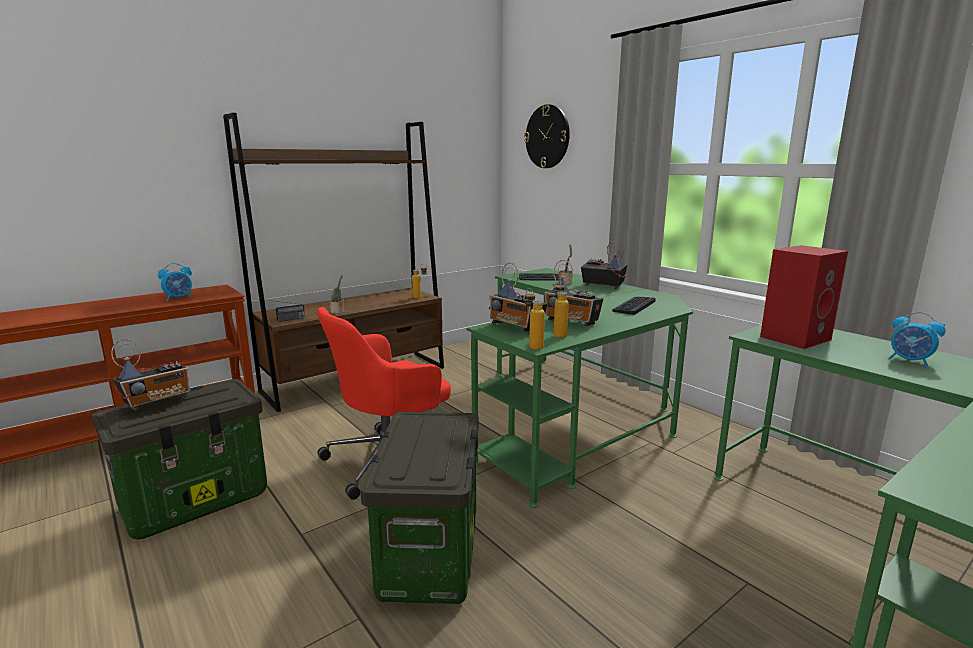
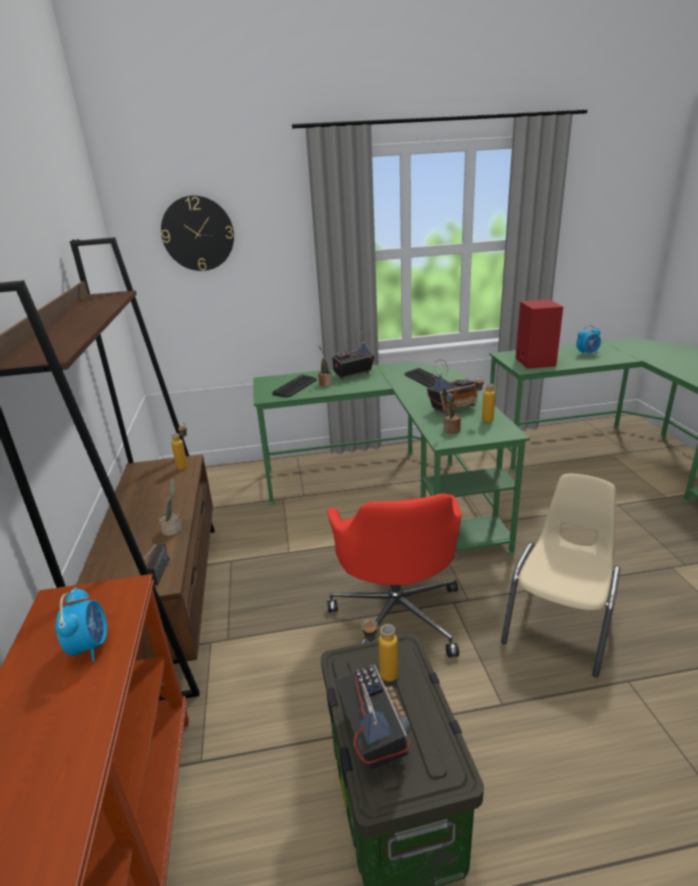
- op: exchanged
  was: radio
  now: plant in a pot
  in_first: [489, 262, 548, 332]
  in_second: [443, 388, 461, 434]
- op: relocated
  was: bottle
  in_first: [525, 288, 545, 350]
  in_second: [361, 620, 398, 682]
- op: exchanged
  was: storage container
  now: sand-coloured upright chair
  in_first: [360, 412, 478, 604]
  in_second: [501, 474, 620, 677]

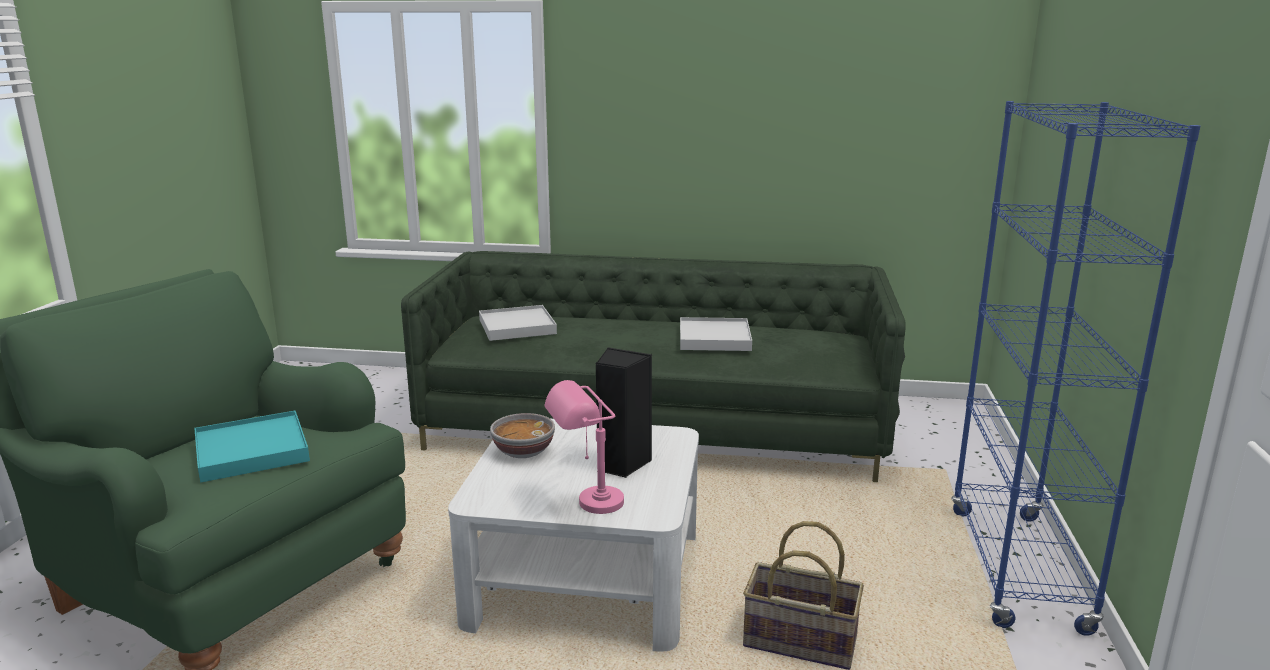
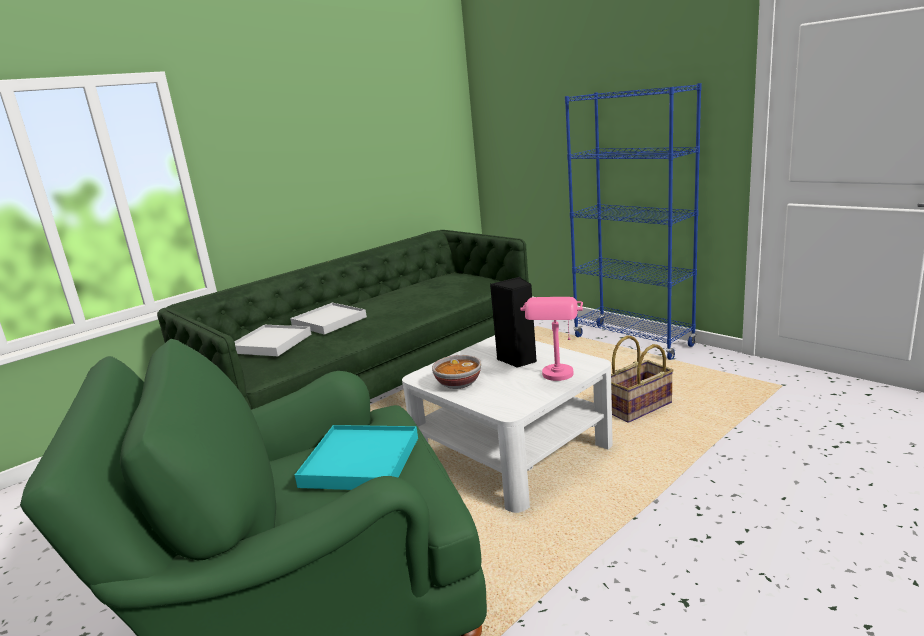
- op: relocated
  was: white-coloured tray
  in_first: [680, 317, 752, 351]
  in_second: [290, 303, 367, 335]

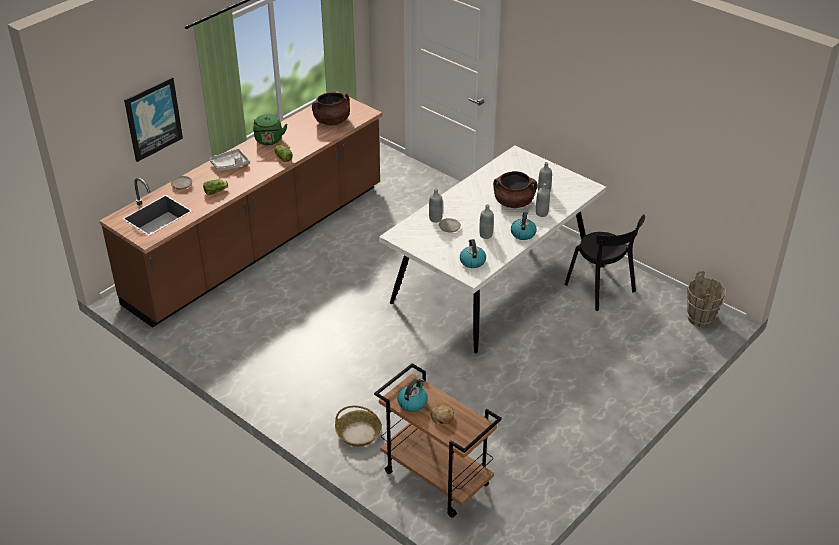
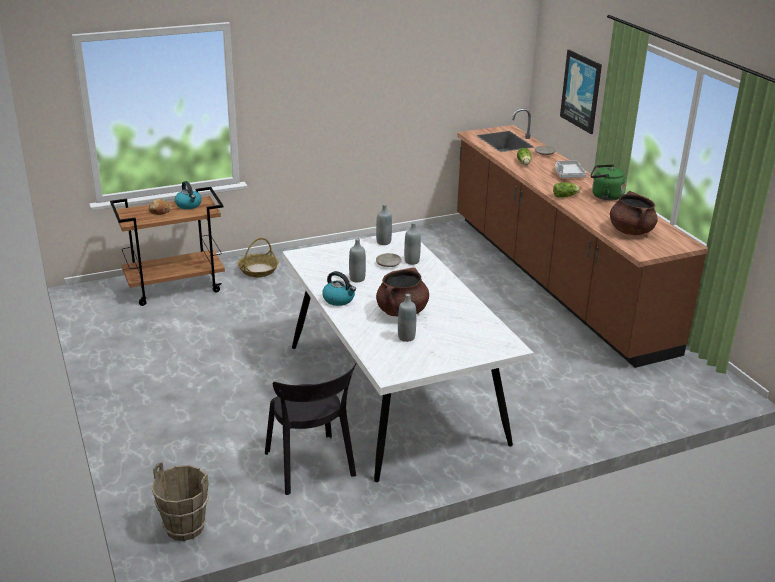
- op: relocated
  was: grey bottle
  in_first: [536, 183, 550, 217]
  in_second: [376, 204, 392, 245]
- op: spun
  was: black-coloured upright chair
  in_first: [564, 214, 645, 311]
  in_second: [265, 363, 357, 495]
  clockwise: -105
- op: missing
  was: tea kettle
  in_first: [460, 239, 486, 268]

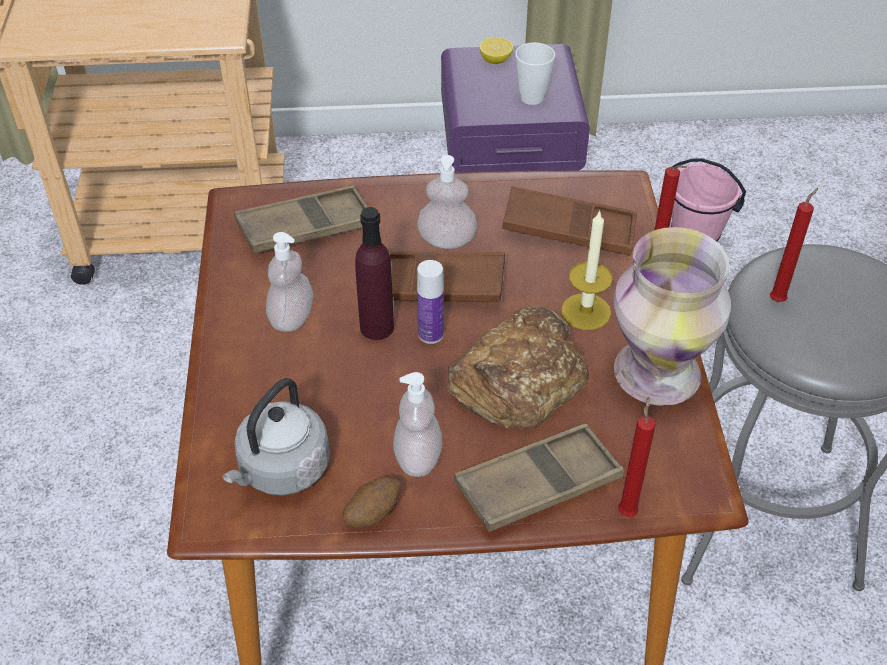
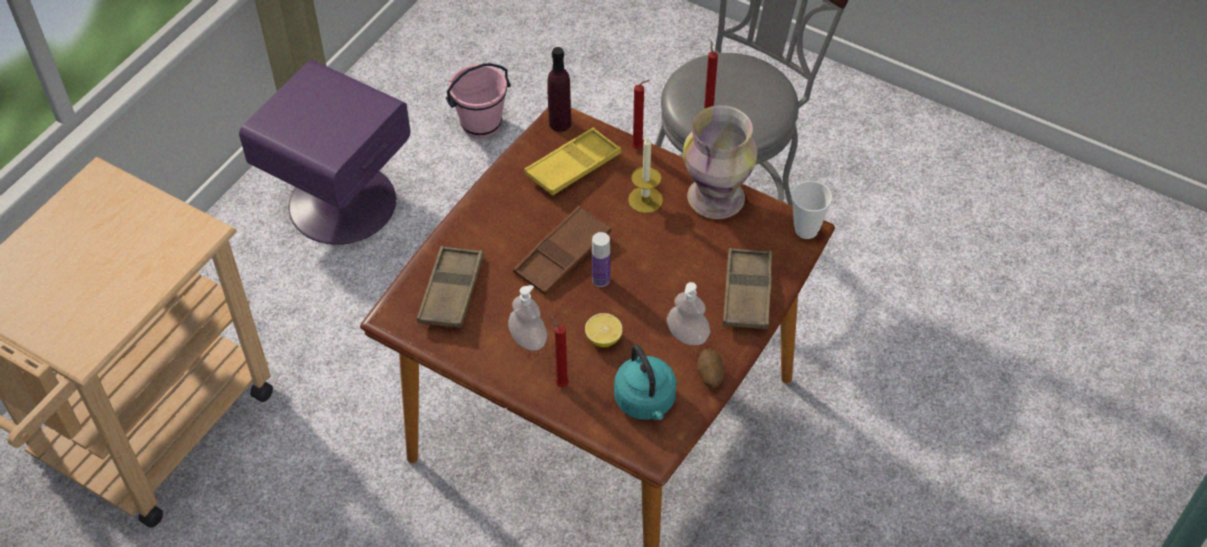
- op: relocated
  was: citrus fruit
  in_first: [479, 37, 513, 64]
  in_second: [585, 313, 622, 347]
- op: relocated
  was: drinking cup
  in_first: [515, 42, 555, 105]
  in_second: [792, 181, 832, 239]
- op: missing
  was: soap bottle
  in_first: [417, 155, 477, 249]
- op: colour
  was: brown tray
  now: yellow-coloured tray
  in_first: [502, 186, 637, 256]
  in_second: [524, 127, 621, 196]
- op: relocated
  was: purple bottle
  in_first: [355, 207, 394, 340]
  in_second: [547, 47, 571, 132]
- op: missing
  was: bread
  in_first: [448, 307, 589, 429]
- op: colour
  was: grey tea kettle
  now: blue-green tea kettle
  in_first: [222, 378, 330, 495]
  in_second: [614, 344, 676, 420]
- op: relocated
  was: red wax light
  in_first: [618, 396, 656, 517]
  in_second: [551, 316, 569, 387]

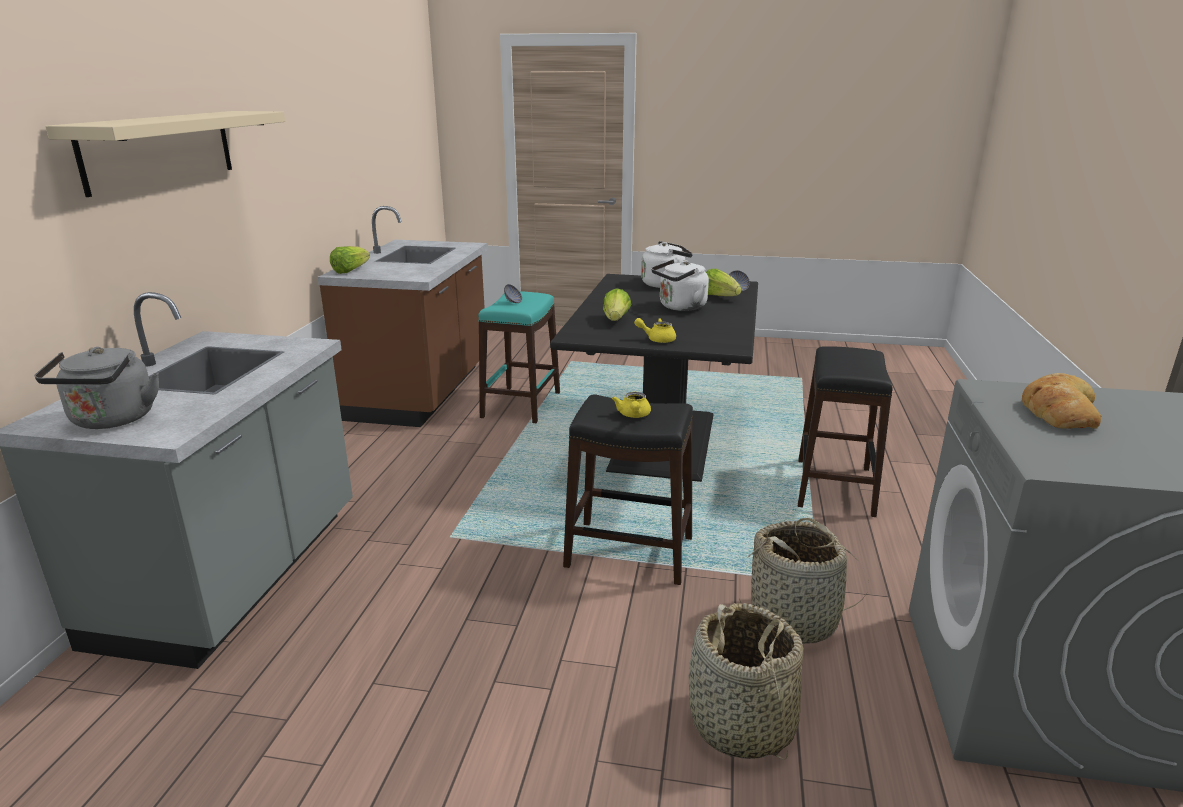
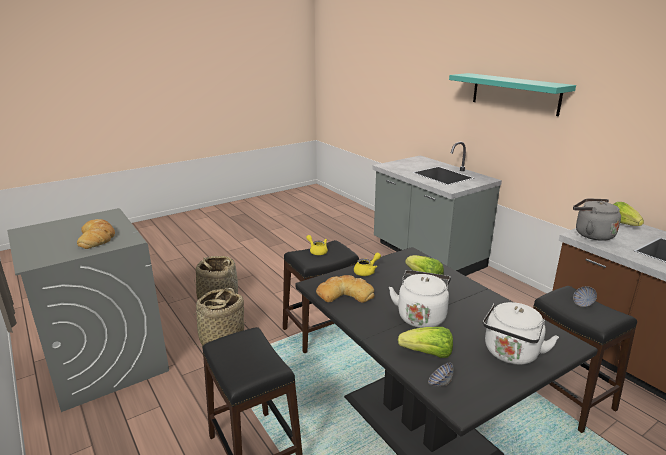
- op: colour
  was: sand-coloured shelf
  now: blue-green shelf
  in_first: [45, 111, 285, 197]
  in_second: [449, 73, 576, 116]
- op: colour
  was: blue-green sitting stool
  now: black-coloured sitting stool
  in_first: [478, 291, 560, 423]
  in_second: [533, 286, 637, 433]
- op: relocated
  was: grey tea kettle
  in_first: [34, 347, 159, 429]
  in_second: [573, 198, 621, 241]
- op: appeared
  now: bread
  in_second: [316, 275, 375, 303]

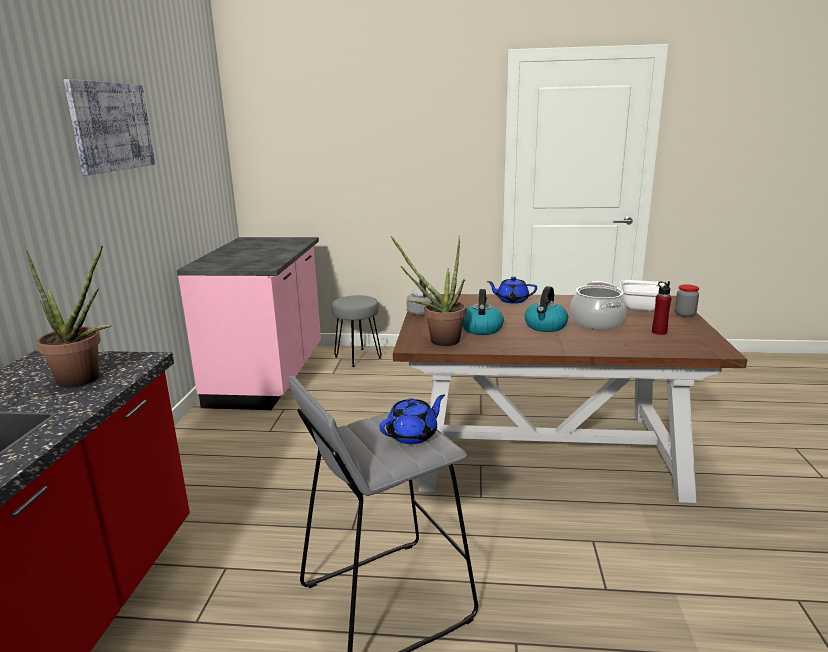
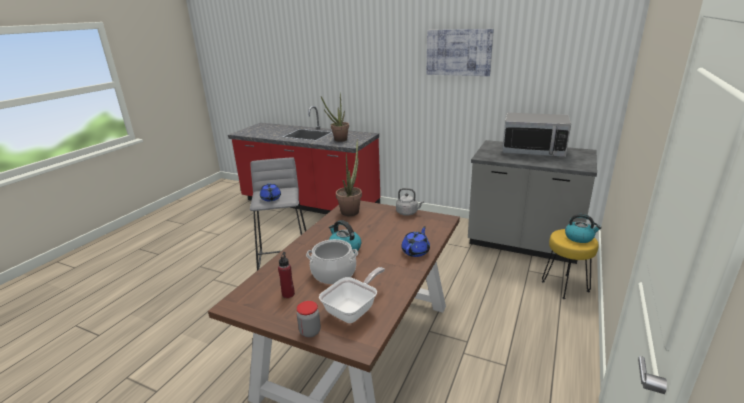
- op: colour
  was: pink-coloured kitchen base unit
  now: grey kitchen base unit
  in_first: [177, 237, 321, 410]
  in_second: [468, 140, 597, 264]
- op: relocated
  was: tea kettle
  in_first: [462, 289, 504, 335]
  in_second: [565, 214, 602, 243]
- op: colour
  was: grey sitting stool
  now: yellow-coloured sitting stool
  in_first: [332, 295, 382, 367]
  in_second: [542, 229, 599, 299]
- op: appeared
  now: microwave
  in_second: [502, 113, 571, 157]

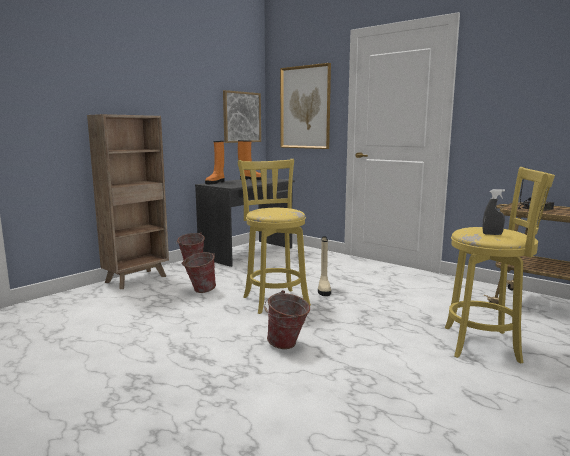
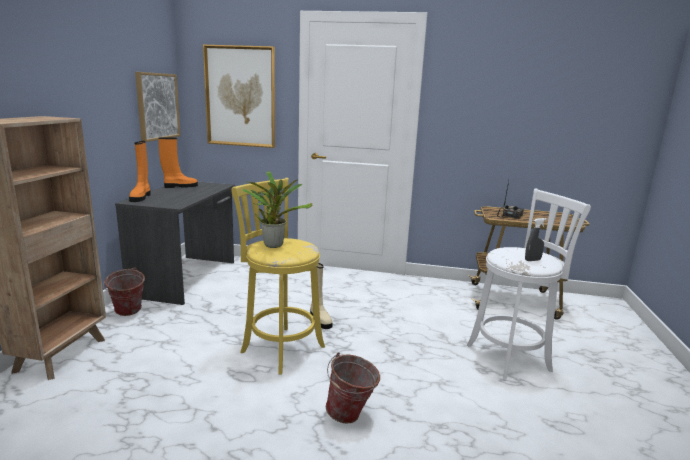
- op: colour
  was: yellow-coloured sitting stool
  now: white-coloured sitting stool
  in_first: [445, 167, 555, 364]
  in_second: [467, 188, 591, 381]
- op: missing
  was: water bucket
  in_first: [181, 252, 216, 293]
- op: appeared
  now: plant in a pot
  in_second: [242, 171, 313, 248]

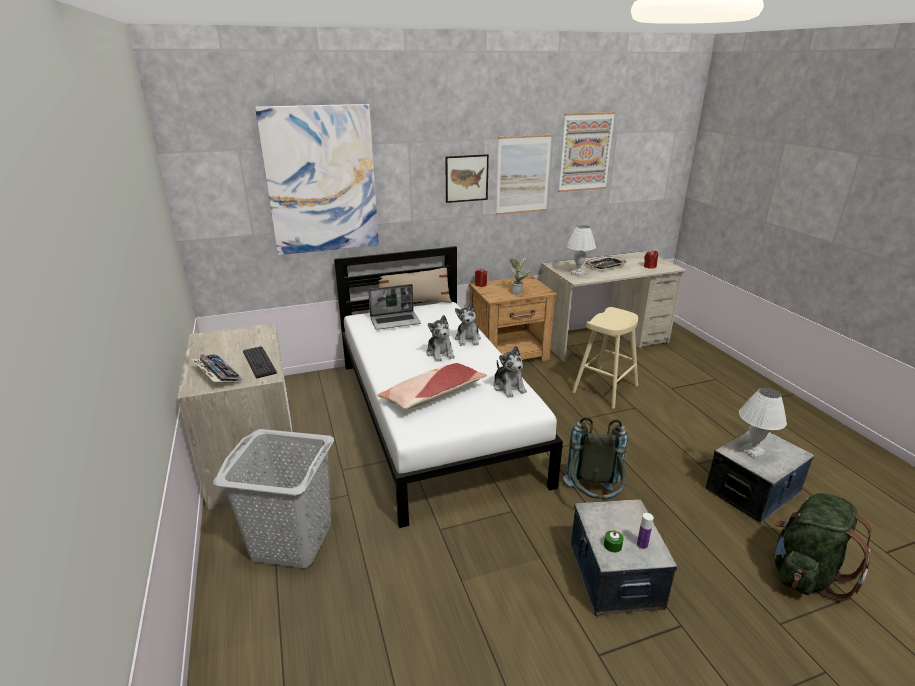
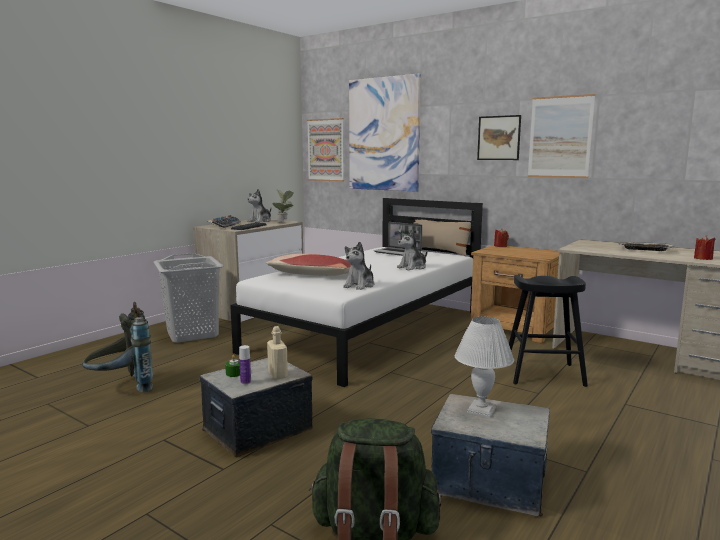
- op: relocated
  was: picture
  in_first: [558, 112, 616, 192]
  in_second: [307, 118, 344, 182]
- op: missing
  was: white-coloured tabletop lamp
  in_first: [566, 225, 596, 277]
- op: relocated
  was: plant in a pot
  in_first: [508, 258, 531, 295]
  in_second: [272, 190, 294, 223]
- op: colour
  was: sand-coloured sitting stool
  now: black-coloured sitting stool
  in_first: [572, 307, 638, 409]
  in_second: [509, 275, 588, 387]
- op: relocated
  was: cuddly toy
  in_first: [426, 315, 455, 362]
  in_second: [247, 189, 271, 223]
- op: relocated
  was: grey backpack
  in_first: [563, 417, 628, 499]
  in_second: [82, 302, 153, 392]
- op: appeared
  now: sand-coloured bottle
  in_second: [267, 326, 288, 380]

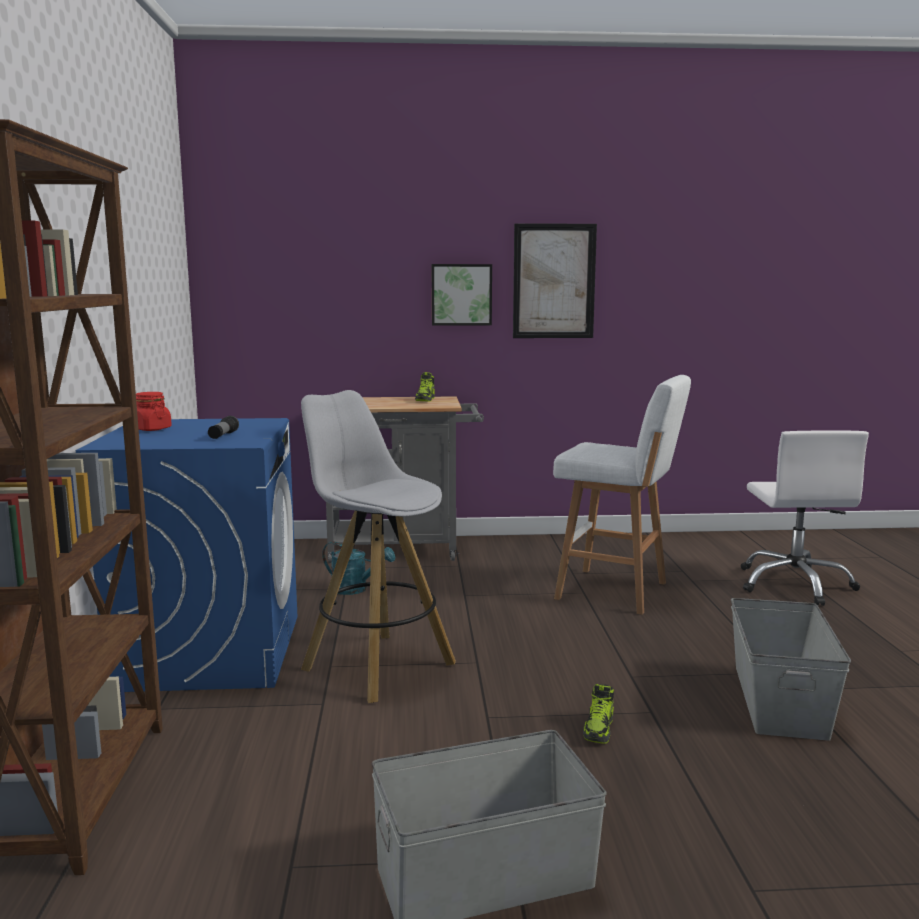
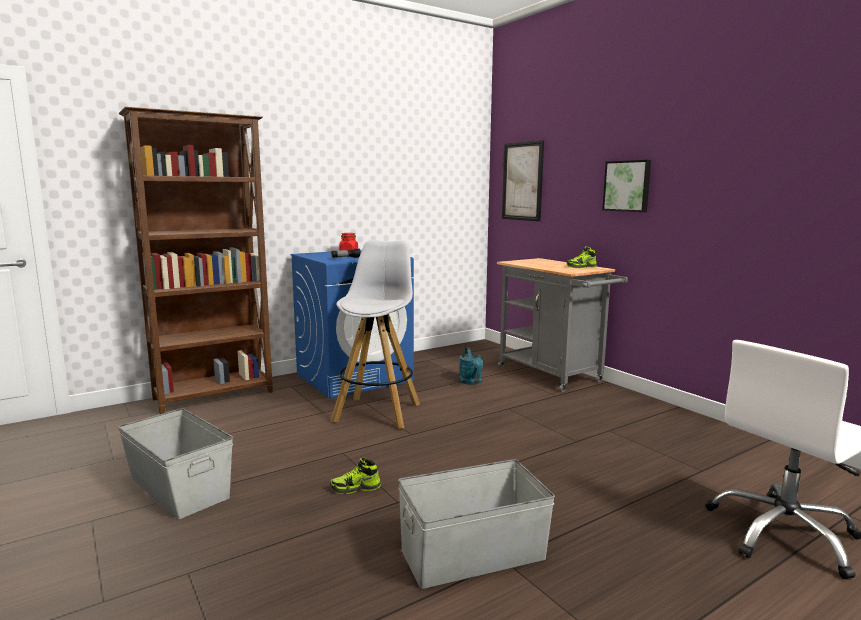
- op: relocated
  was: picture
  in_first: [513, 223, 597, 338]
  in_second: [502, 140, 544, 221]
- op: missing
  was: white-coloured sitting stool
  in_first: [553, 375, 691, 615]

